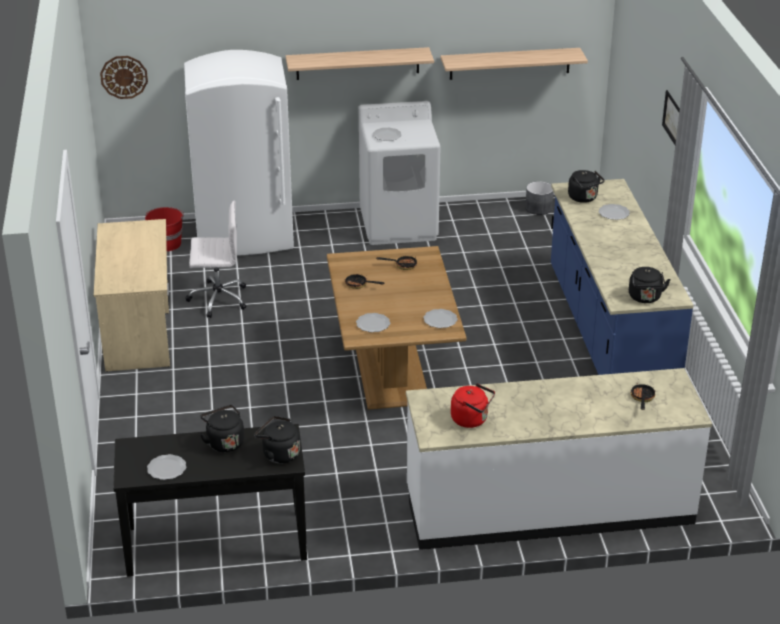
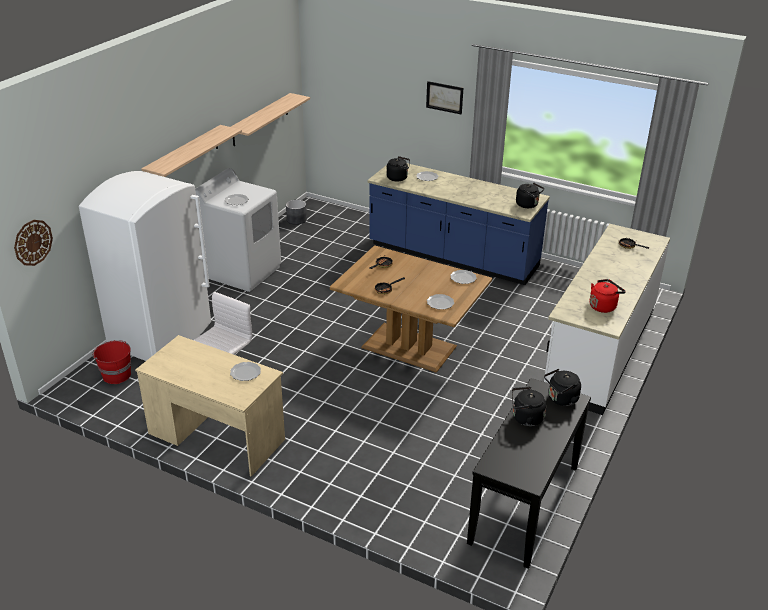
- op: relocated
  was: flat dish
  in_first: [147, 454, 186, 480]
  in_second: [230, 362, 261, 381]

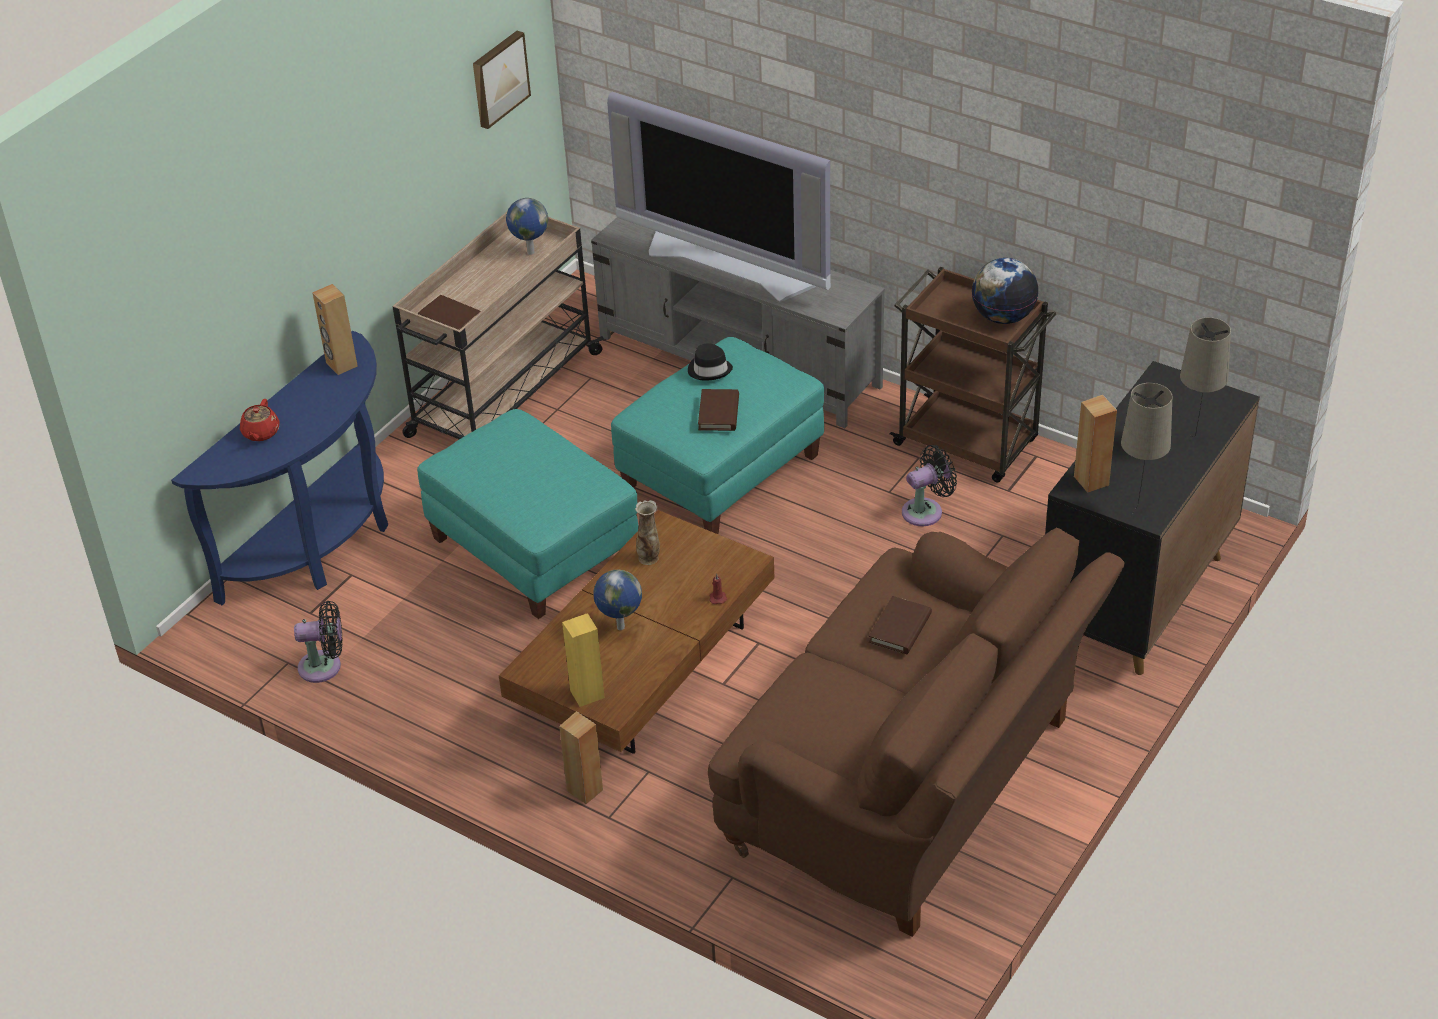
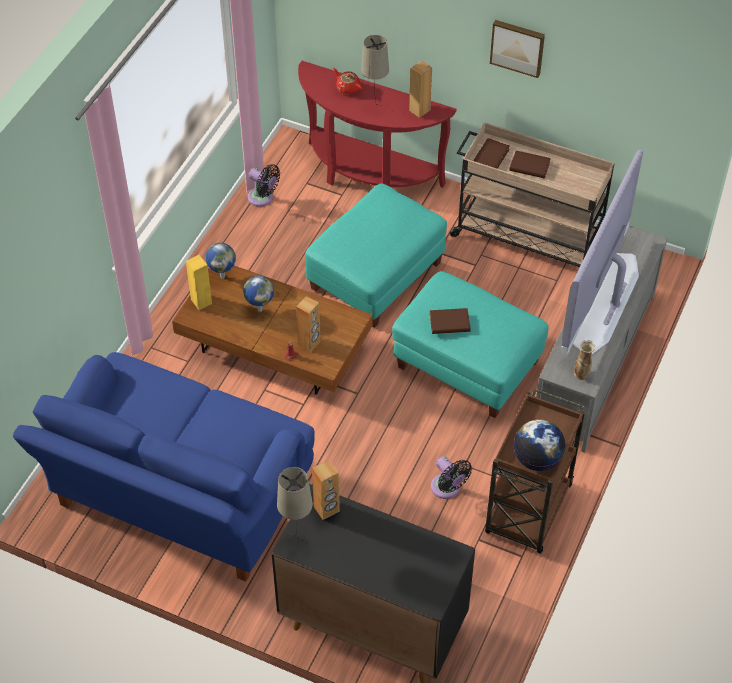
- op: relocated
  was: picture
  in_first: [473, 31, 531, 129]
  in_second: [490, 20, 545, 78]
- op: relocated
  was: world globe
  in_first: [506, 198, 548, 255]
  in_second: [206, 243, 236, 279]
- op: relocated
  was: sand-coloured tabletop lamp
  in_first: [1180, 317, 1231, 437]
  in_second: [361, 35, 389, 106]
- op: colour
  was: blue-coloured hall table
  now: red hall table
  in_first: [171, 331, 388, 605]
  in_second: [298, 61, 457, 188]
- op: missing
  was: black-coloured wearable hat
  in_first: [688, 343, 733, 381]
- op: spun
  was: red pot for tea
  in_first: [240, 399, 280, 441]
  in_second: [333, 68, 362, 94]
  clockwise: 45
- op: relocated
  was: vase
  in_first: [635, 500, 660, 565]
  in_second: [574, 340, 595, 380]
- op: colour
  was: brown couch
  now: blue-coloured couch
  in_first: [708, 528, 1125, 937]
  in_second: [13, 352, 315, 582]
- op: relocated
  was: brown book
  in_first: [868, 596, 932, 654]
  in_second: [509, 151, 551, 179]
- op: spun
  was: black-coloured electric fan
  in_first: [294, 601, 342, 683]
  in_second: [248, 164, 280, 207]
  clockwise: -45
- op: relocated
  was: brown speaker
  in_first: [559, 711, 603, 804]
  in_second: [296, 296, 320, 352]

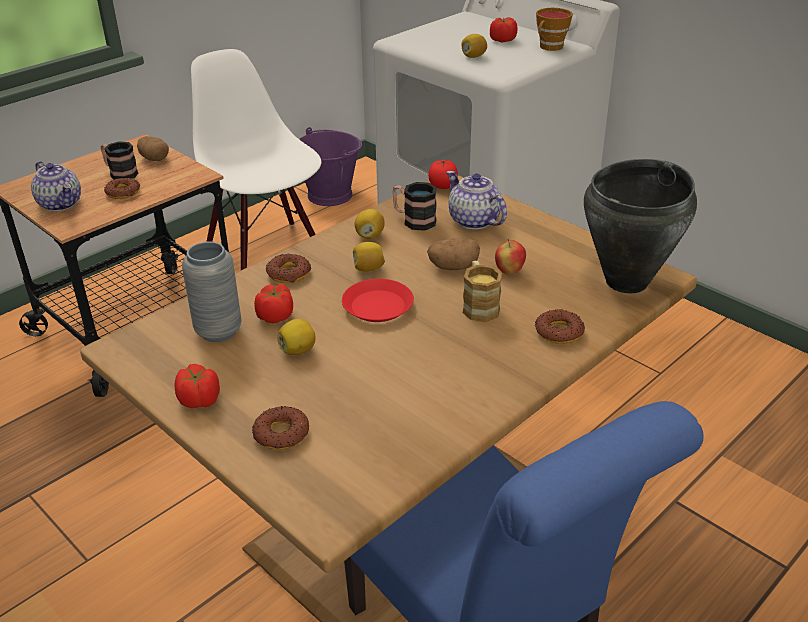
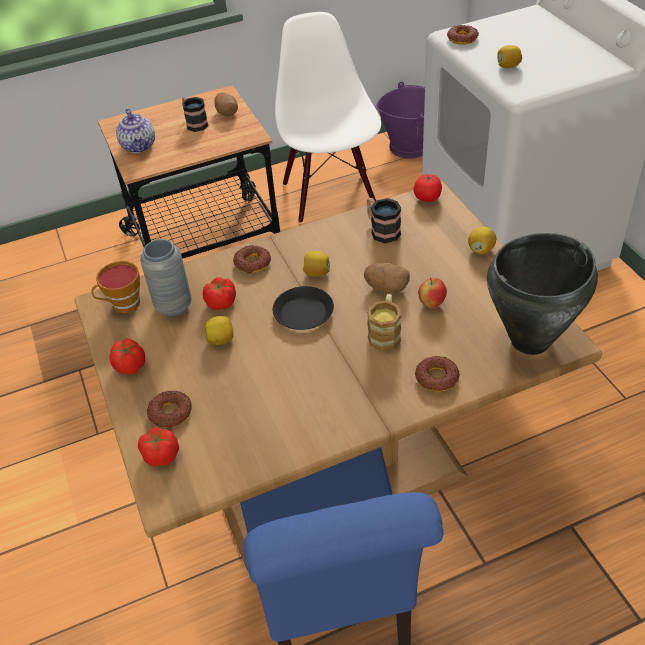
- op: relocated
  was: drinking cup
  in_first: [536, 8, 573, 51]
  in_second: [92, 261, 140, 313]
- op: relocated
  was: tomato
  in_first: [490, 17, 517, 43]
  in_second: [138, 427, 179, 466]
- op: missing
  was: pot for tea
  in_first: [446, 171, 507, 230]
- op: relocated
  was: doughnut
  in_first: [104, 178, 140, 199]
  in_second: [447, 25, 479, 45]
- op: relocated
  was: citrus fruit
  in_first: [354, 209, 385, 239]
  in_second: [468, 227, 496, 254]
- op: colour
  was: red flat dish
  now: black-coloured flat dish
  in_first: [342, 279, 414, 322]
  in_second: [273, 286, 334, 330]

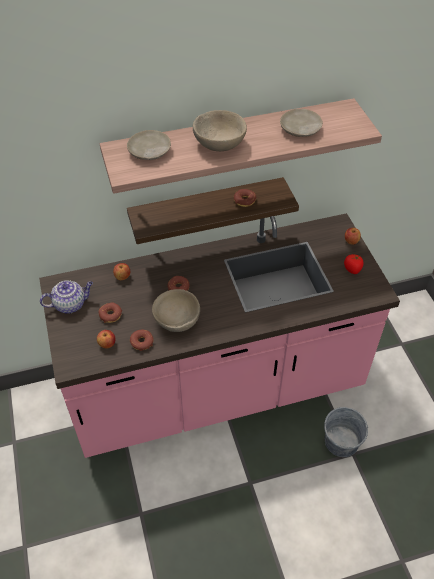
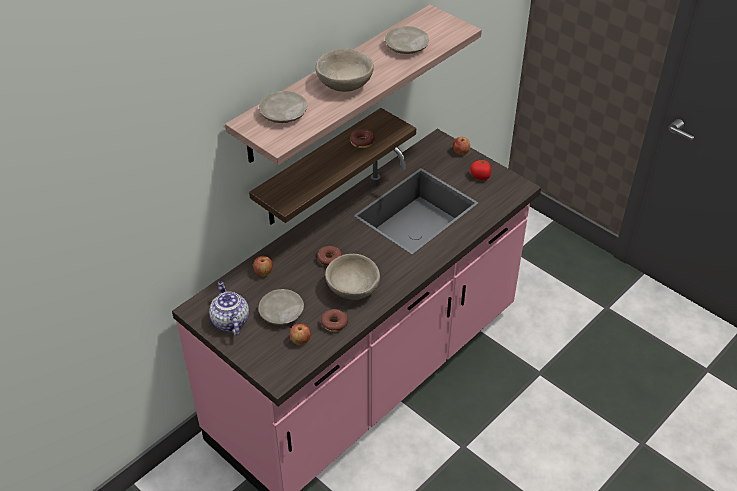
- op: spun
  was: pot for tea
  in_first: [40, 280, 93, 314]
  in_second: [209, 281, 249, 336]
  clockwise: -60
- op: exchanged
  was: doughnut
  now: sand-coloured flat dish
  in_first: [99, 303, 122, 323]
  in_second: [258, 289, 304, 325]
- op: missing
  was: grey water bucket
  in_first: [324, 407, 368, 457]

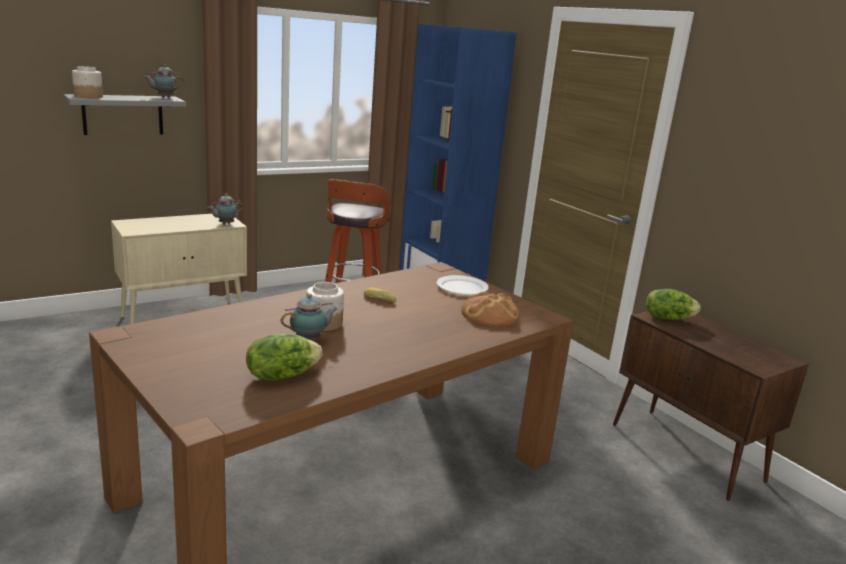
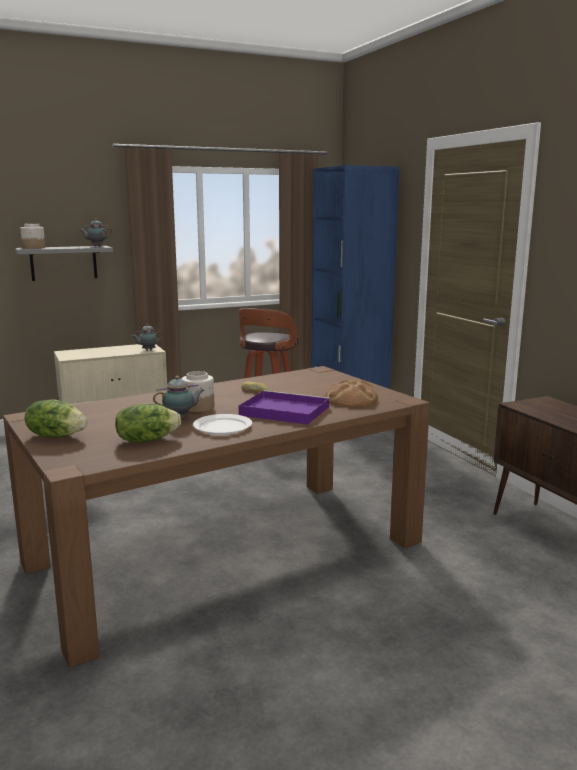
- op: relocated
  was: white-coloured flat dish
  in_first: [437, 275, 489, 295]
  in_second: [193, 414, 252, 435]
- op: relocated
  was: lettuce
  in_first: [646, 289, 700, 320]
  in_second: [25, 400, 88, 437]
- op: appeared
  now: purple tray
  in_second: [239, 390, 330, 425]

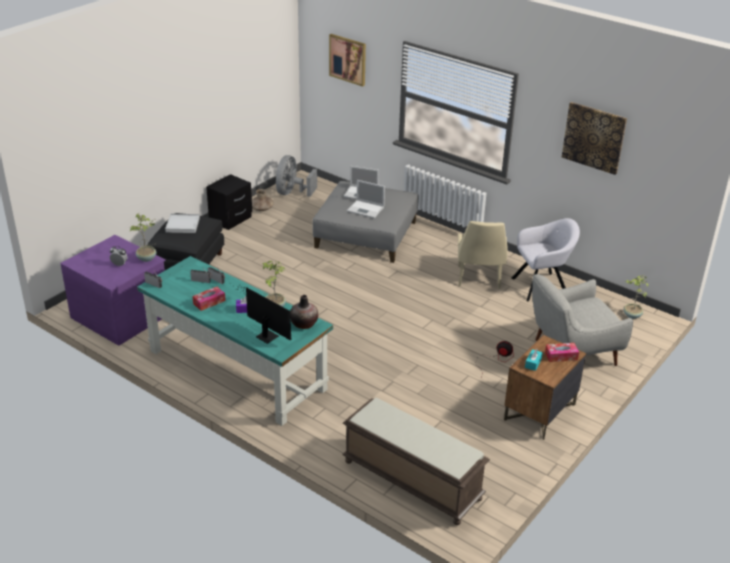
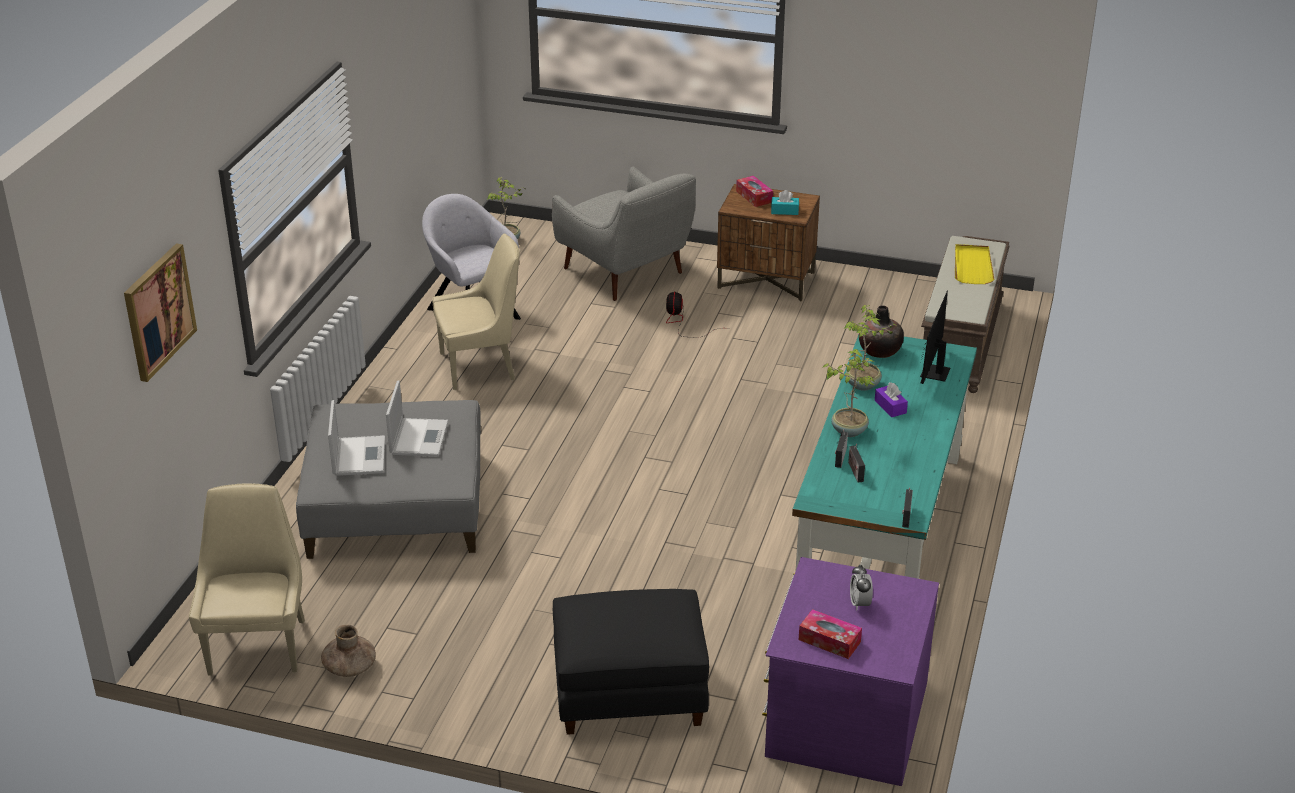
- op: missing
  was: picture
  in_first: [562, 102, 627, 175]
- op: exchanged
  was: grey electric fan
  now: sand-coloured upright chair
  in_first: [276, 155, 317, 197]
  in_second: [189, 483, 305, 676]
- op: missing
  was: black-coloured nightstand
  in_first: [206, 174, 252, 230]
- op: relocated
  was: plant in a pot
  in_first: [130, 213, 157, 262]
  in_second: [822, 349, 875, 437]
- op: missing
  was: white-coloured tray
  in_first: [165, 214, 200, 233]
- op: relocated
  was: tissue holder
  in_first: [192, 287, 225, 311]
  in_second: [799, 609, 862, 659]
- op: appeared
  now: yellow-coloured tray
  in_second: [955, 244, 994, 284]

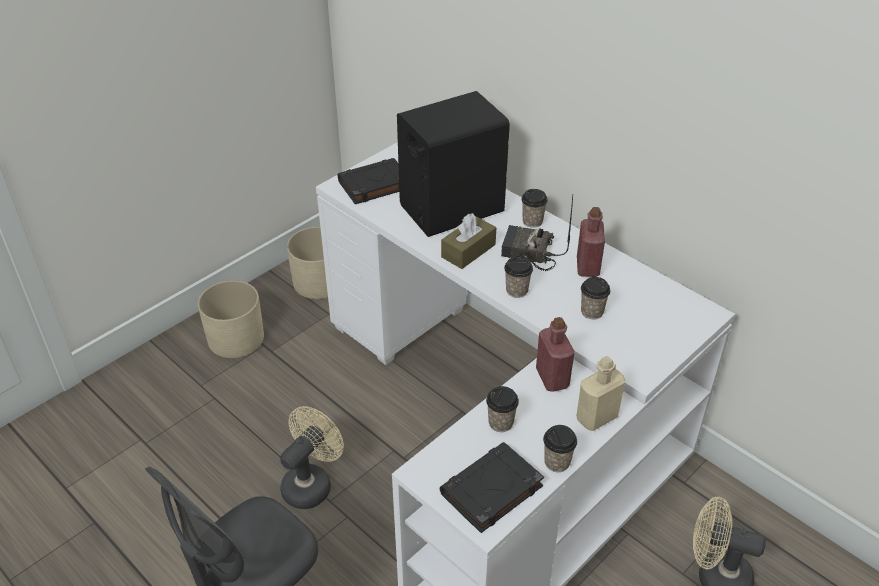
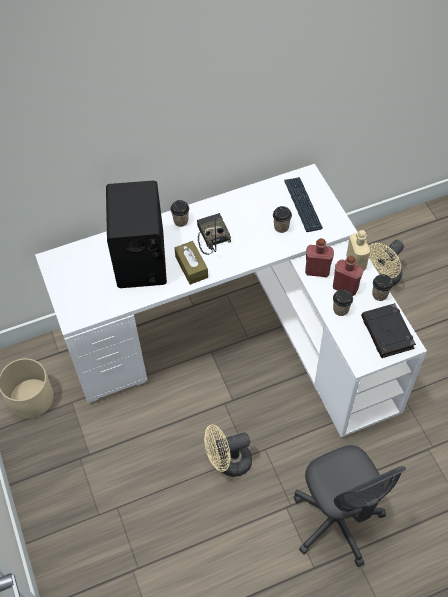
- op: missing
  was: black-coloured book
  in_first: [338, 158, 399, 204]
- op: spun
  was: radio
  in_first: [501, 194, 573, 271]
  in_second: [197, 213, 231, 255]
  clockwise: 120
- op: relocated
  was: red bottle
  in_first: [577, 207, 605, 277]
  in_second: [333, 255, 363, 296]
- op: missing
  was: drinking cup
  in_first: [504, 256, 533, 298]
- op: missing
  was: sand-coloured planter
  in_first: [198, 280, 264, 358]
- op: spun
  was: sand-coloured electric fan
  in_first: [280, 406, 344, 509]
  in_second: [204, 424, 252, 477]
  clockwise: -75
- op: appeared
  now: PC keyboard
  in_second: [284, 177, 323, 232]

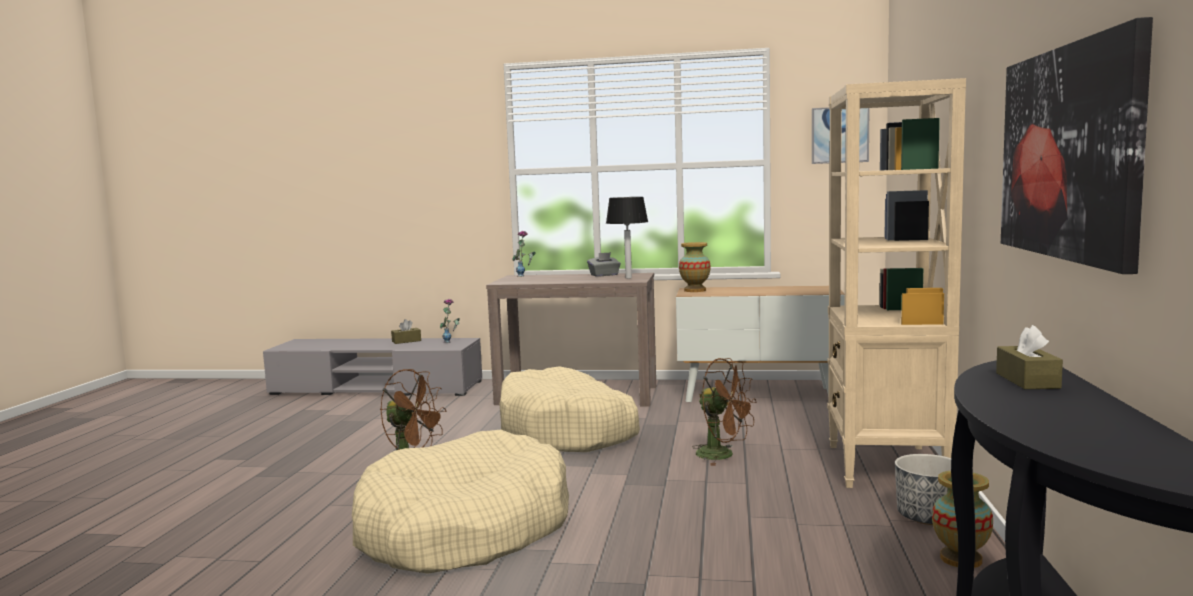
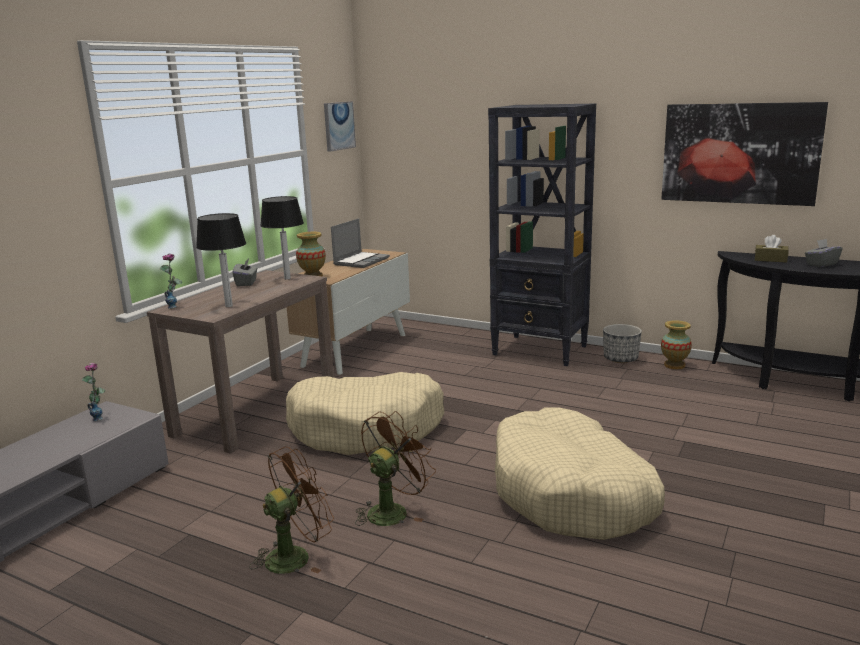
- op: colour
  was: sand-coloured bookshelf
  now: black-coloured bookshelf
  in_first: [827, 78, 966, 488]
  in_second: [488, 104, 596, 366]
- op: missing
  was: brown tissue holder
  in_first: [391, 319, 421, 344]
- op: relocated
  was: brown electric fan
  in_first: [692, 358, 756, 466]
  in_second: [249, 447, 334, 574]
- op: appeared
  now: tabletop lamp
  in_second: [196, 213, 246, 307]
- op: appeared
  now: laptop
  in_second: [331, 218, 390, 268]
- op: appeared
  now: grey tissue holder
  in_second: [805, 239, 843, 267]

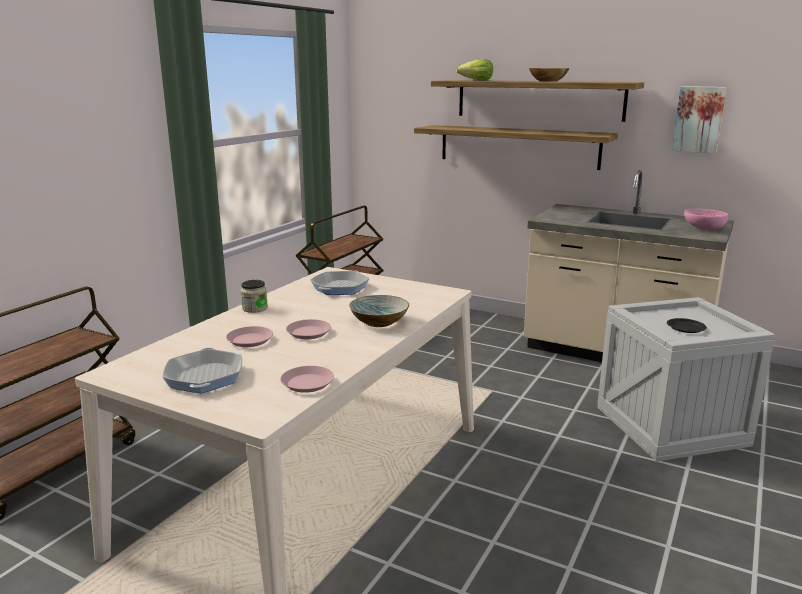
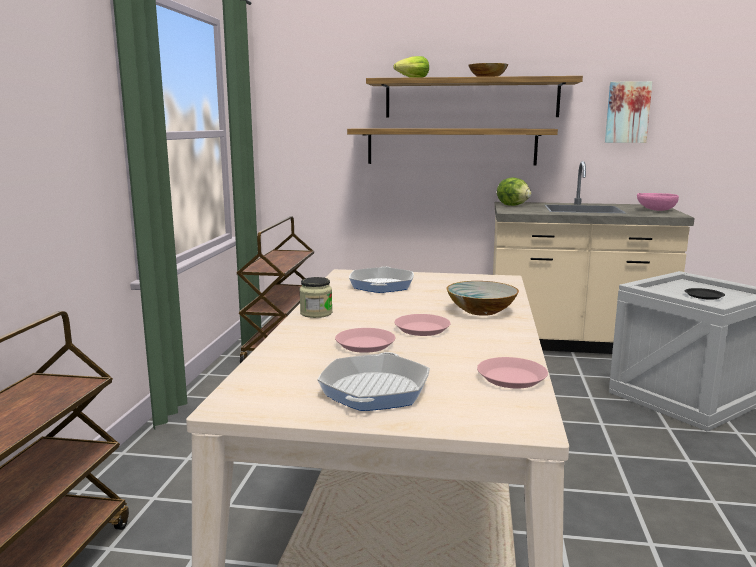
- op: spun
  was: skillet
  in_first: [163, 348, 242, 393]
  in_second: [317, 352, 430, 411]
  clockwise: -135
- op: appeared
  now: lettuce
  in_second: [497, 178, 531, 206]

